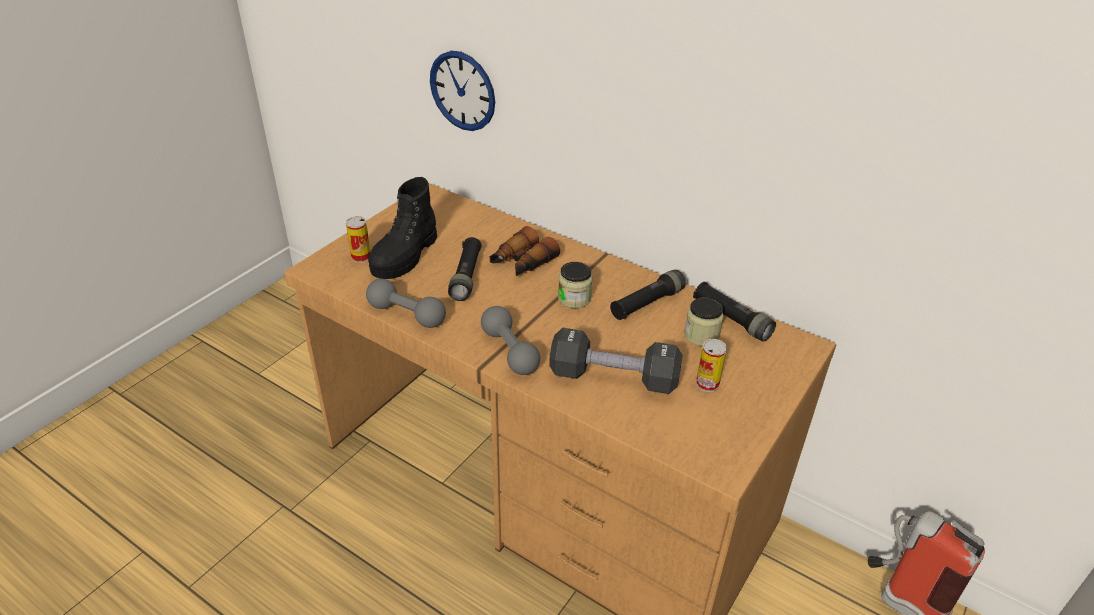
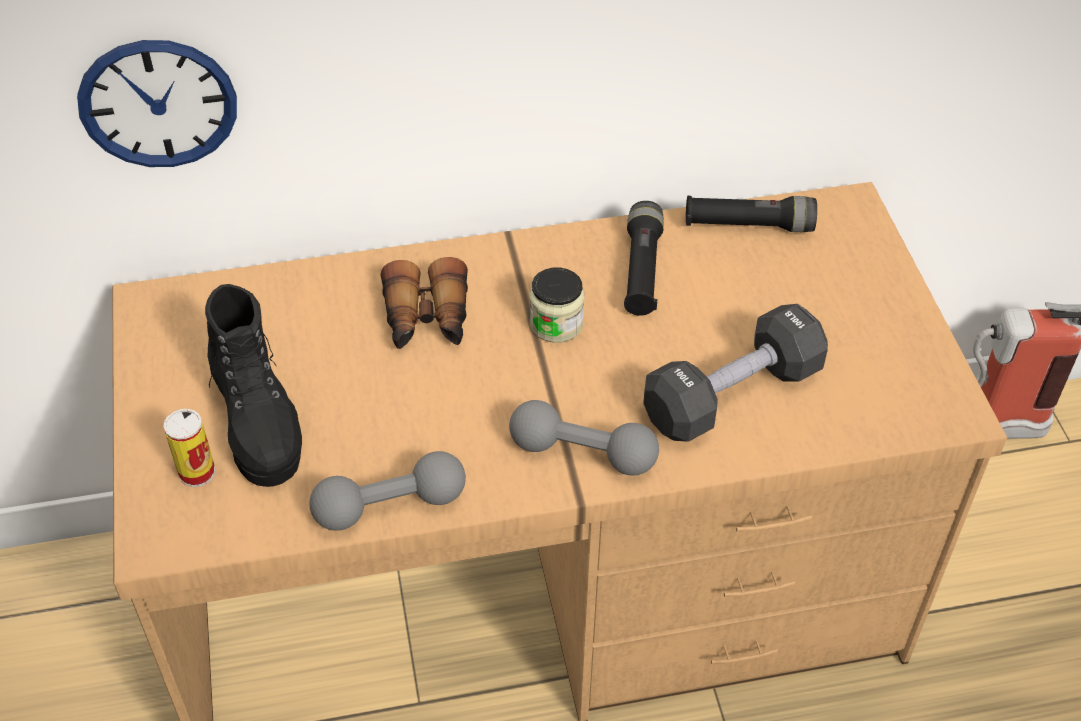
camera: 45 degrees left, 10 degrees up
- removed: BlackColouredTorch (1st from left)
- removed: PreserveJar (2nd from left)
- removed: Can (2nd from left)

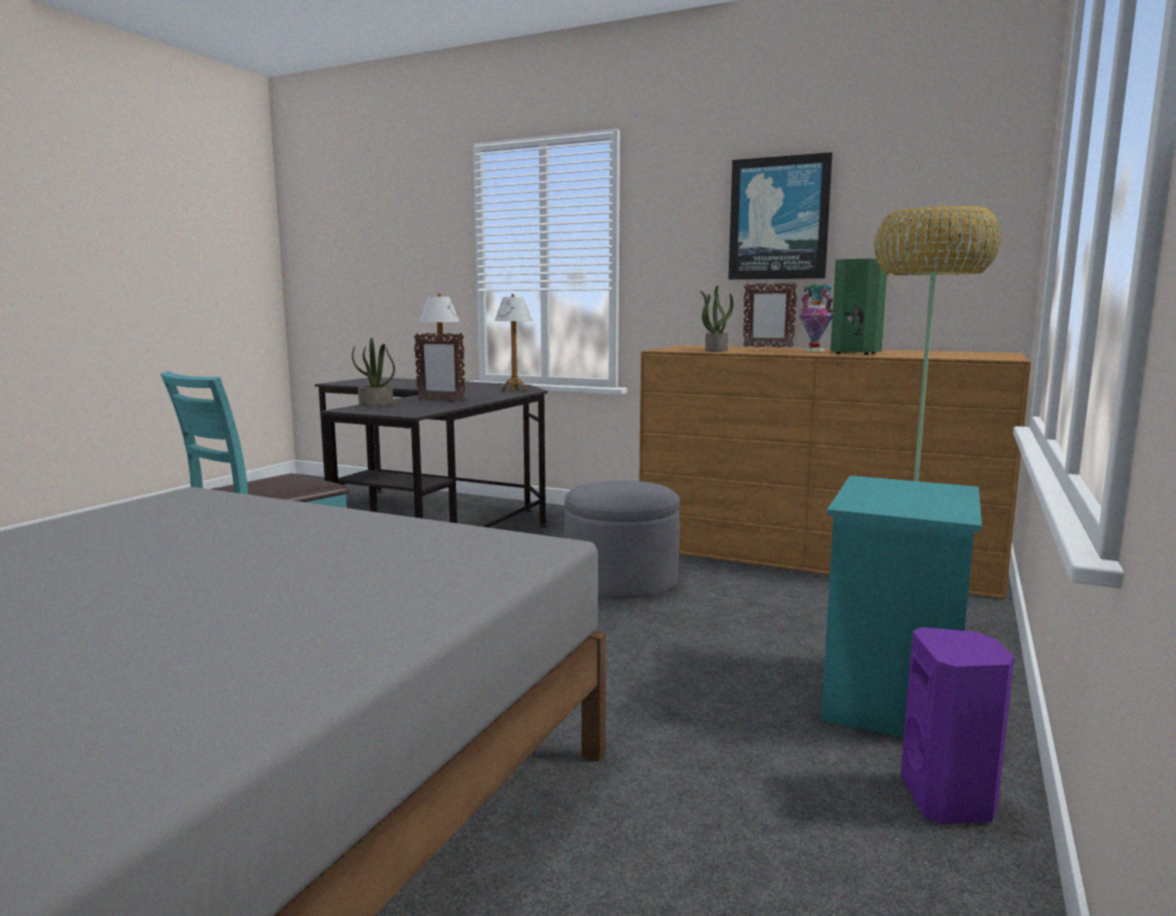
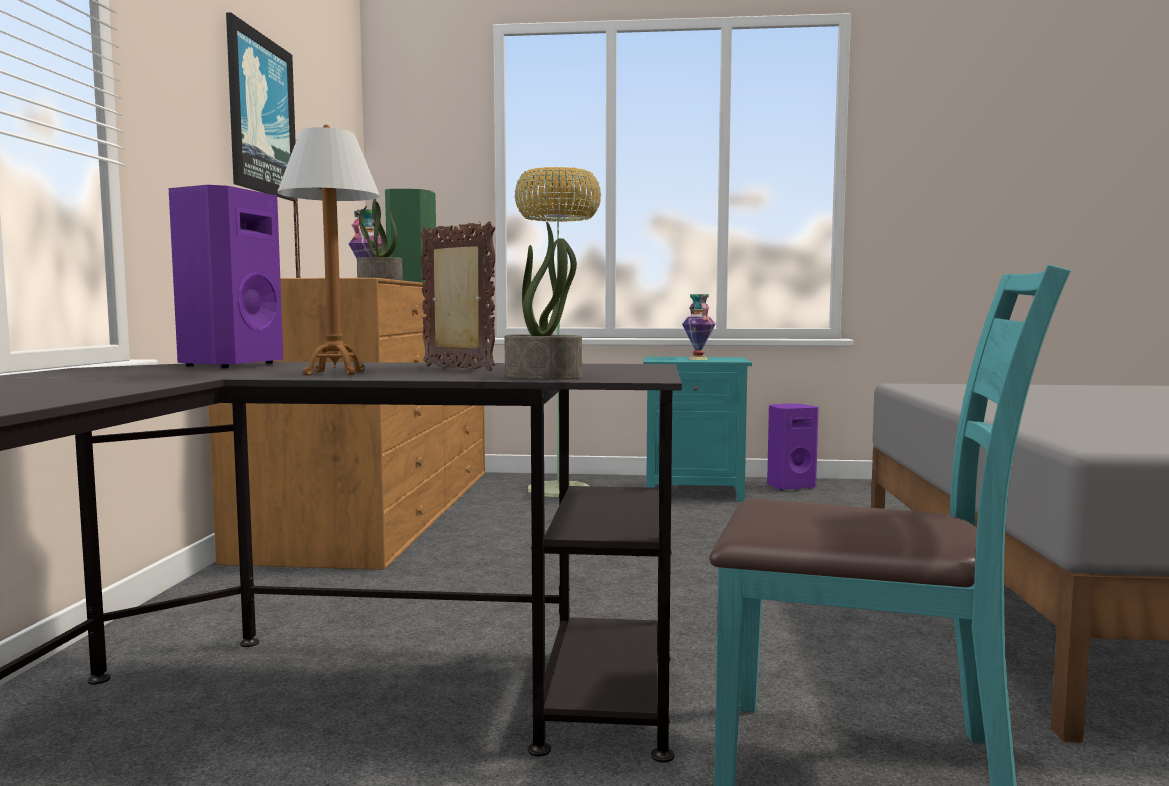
camera: 110 degrees left, 5 degrees down
- removed: GreyishOttoman
- added: Vase (2nd from left)
- replaced: LampForATable (2nd from left) to PurpleLoudspeaker (1st from left)
- turned: PhotoFrame (1st from left in the first image) 45 degrees counterclockwise

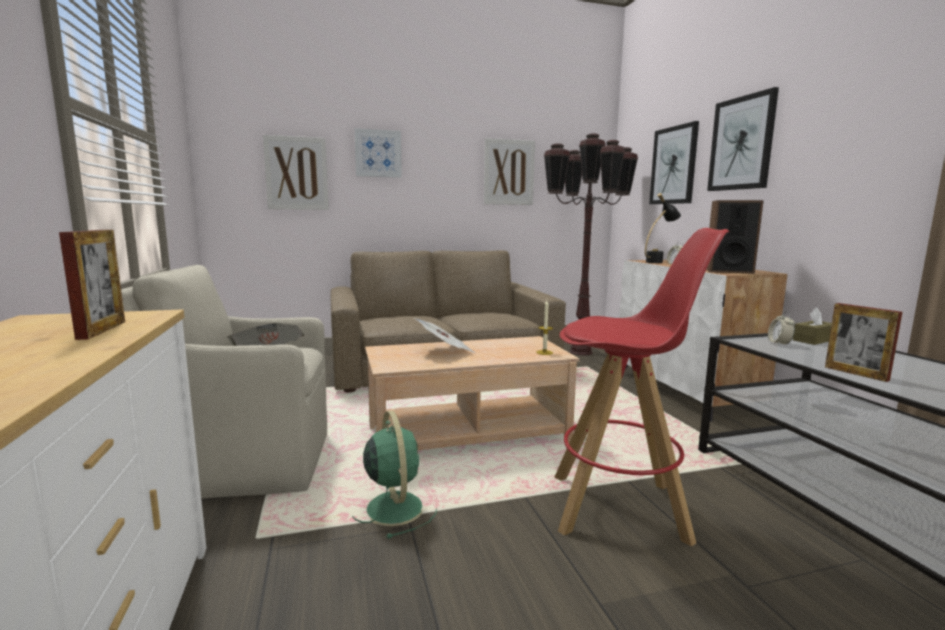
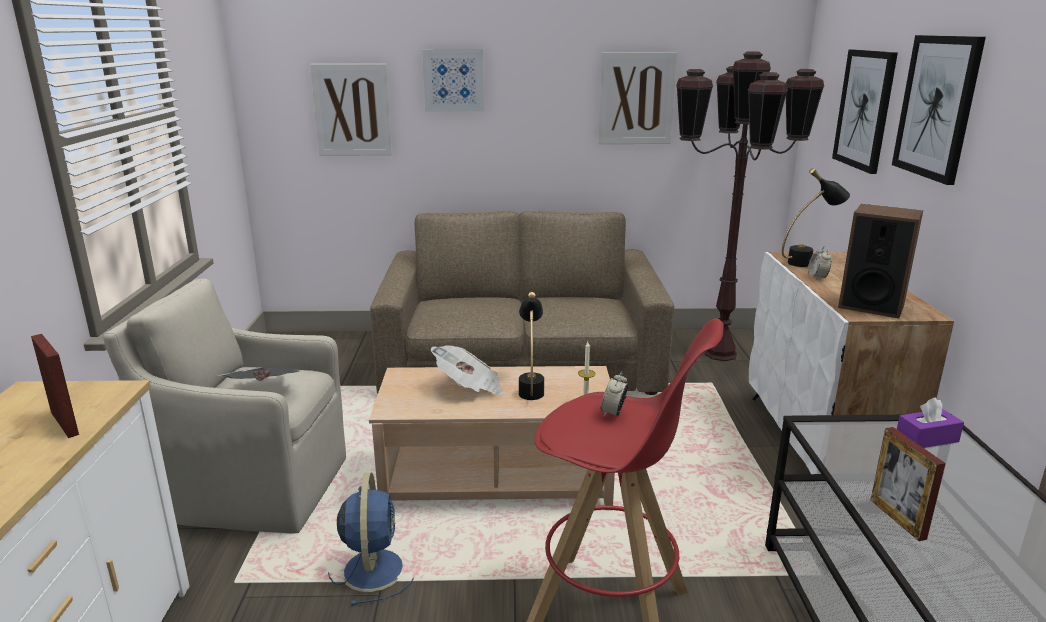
camera: 15 degrees right, 10 degrees up
- added: BlackColouredLampForATable (1st from left)
- moved: TableClock (2nd from left in the first image) to TableClock (1st from left)
- recoloured: GreenishFan to BlueFan
- recoloured: BrownColouredBoxOfTissues to PurpleBoxOfTissues
- turned: PhotoFrame (1st from left) 45 degrees counterclockwise

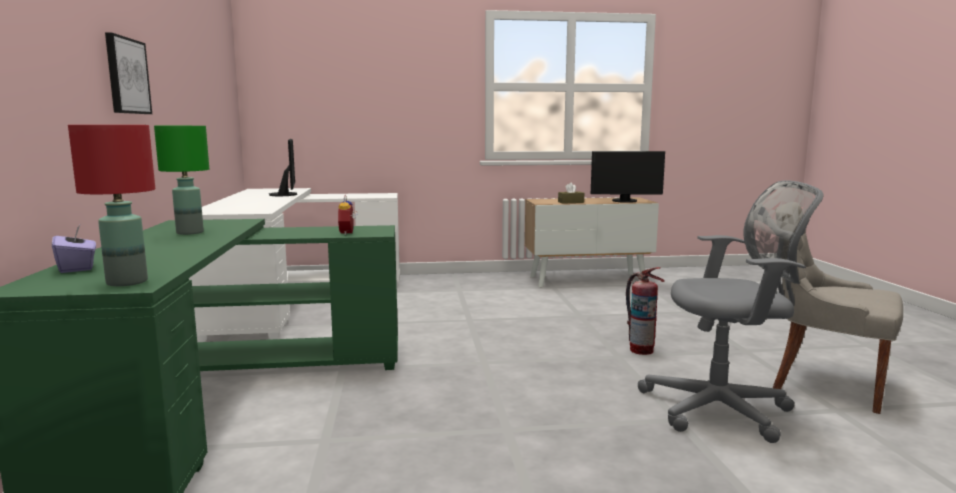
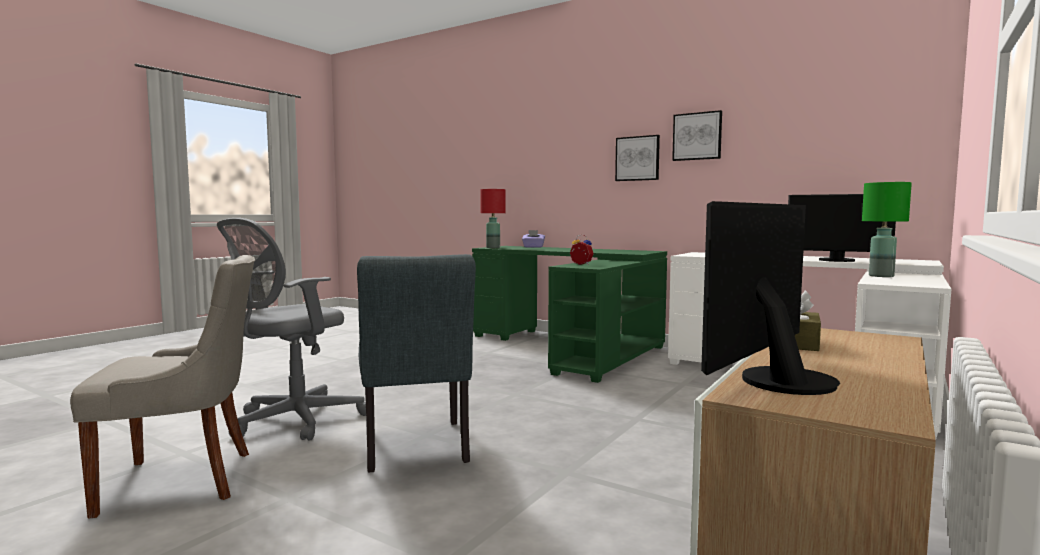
camera: 130 degrees right, 5 degrees down
- added: Picture (2nd from left)
- moved: GreenishLampForATable
- replaced: FireExtinguisher to GreyishUprightChair (2nd from left)

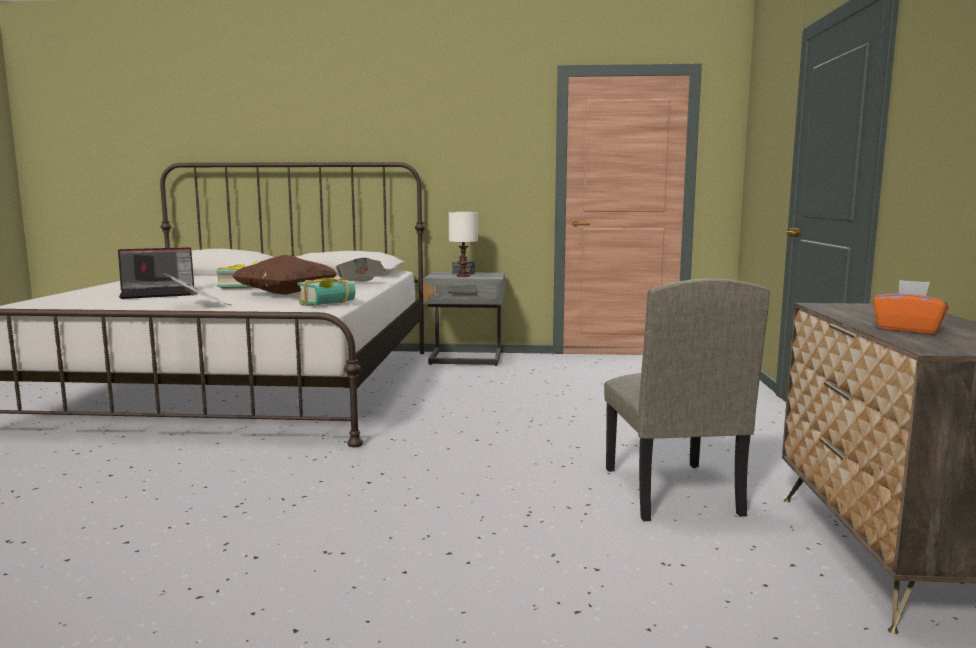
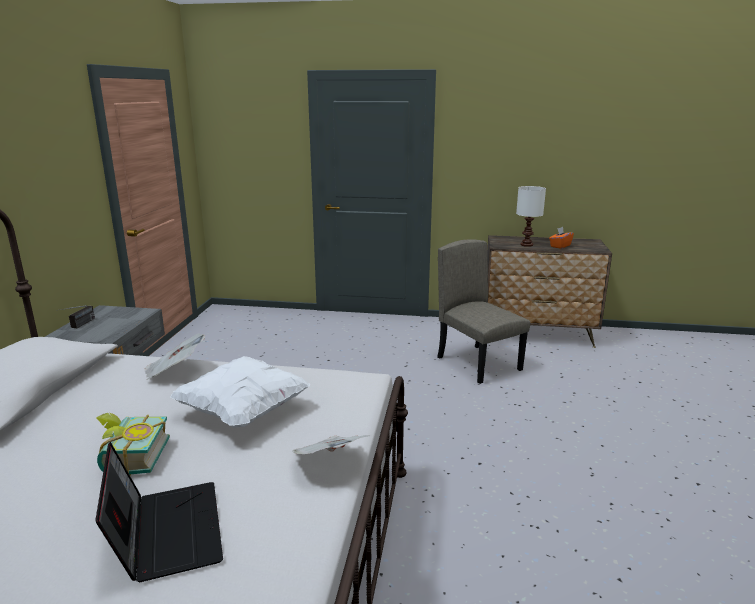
camera: 85 degrees left, 10 degrees up
- removed: Book (2nd from left)
- moved: WhiteColouredLampForATable
- recoloured: BrownColouredThrowPillow to WhiteColouredThrowPillow
- turned: BeigeColouredUprightChair 120 degrees counterclockwise

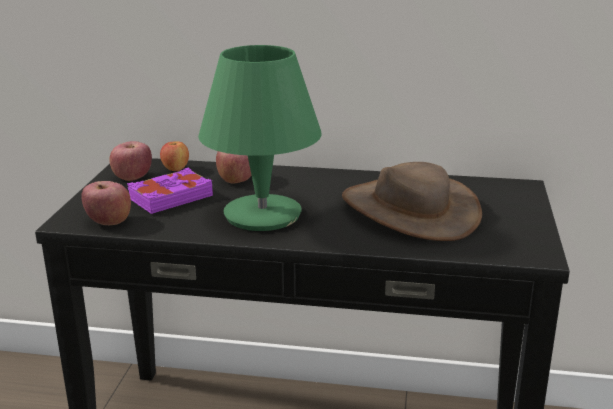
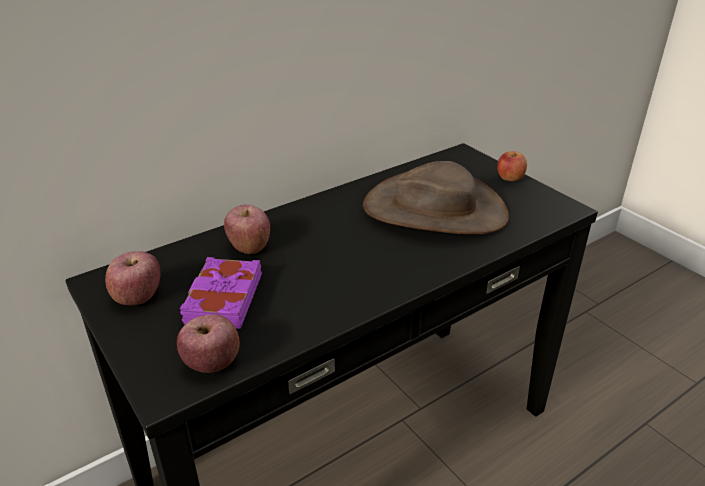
camera: 45 degrees left, 10 degrees up
- removed: GreenishLampForATable
- moved: WholeApple (3rd from left in the first image) to WholeApple (4th from left)

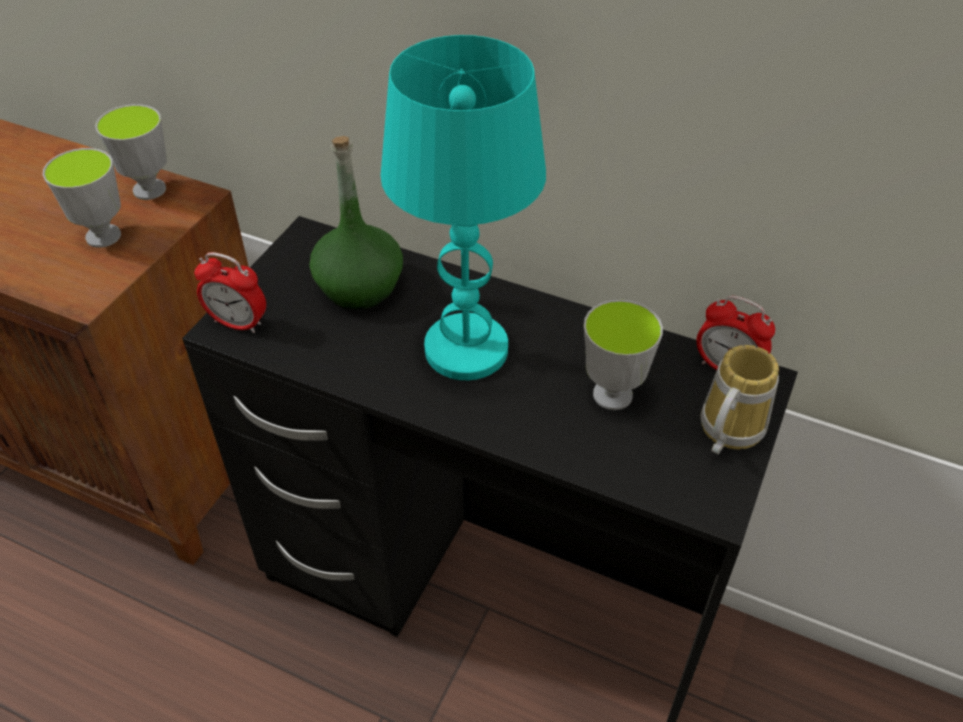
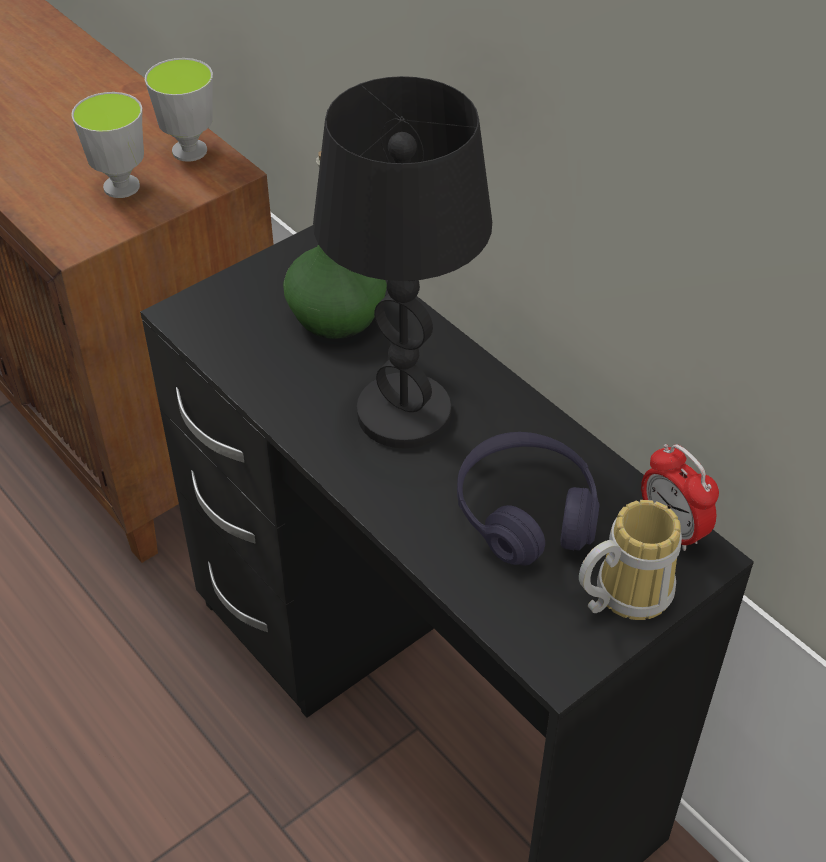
camera: 25 degrees right, 0 degrees up
- removed: TableClock (1st from left)
- replaced: DrinkingCup (3rd from left) to PurpleHeadset
- recoloured: TurquoiseColouredLampForATable to BlackColouredLampForATable

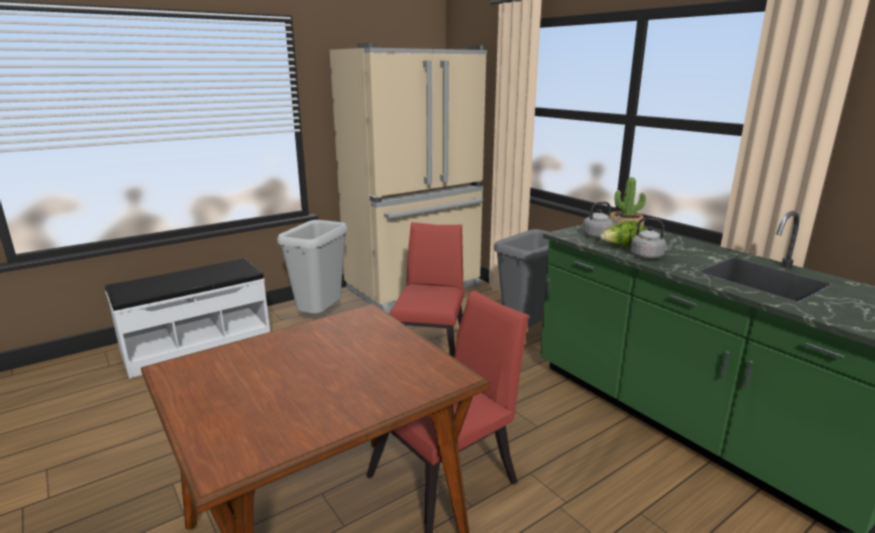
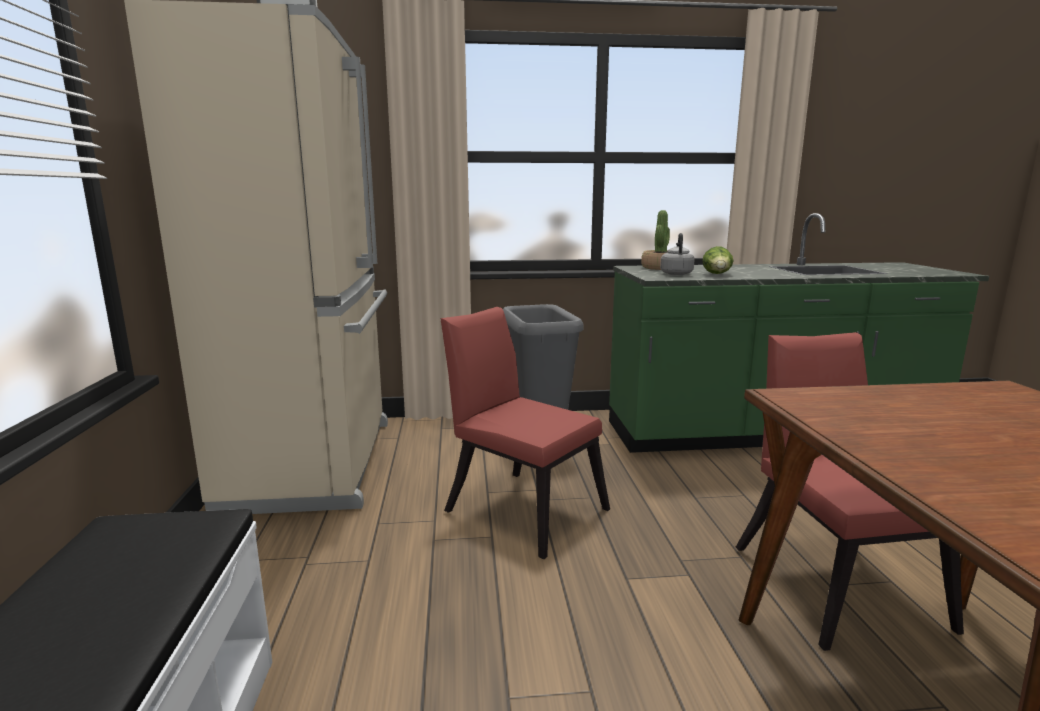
camera: 60 degrees left, 5 degrees down
- removed: GreyishWasteBin (1st from left)
- removed: GreyishWaterKettle (2nd from left)

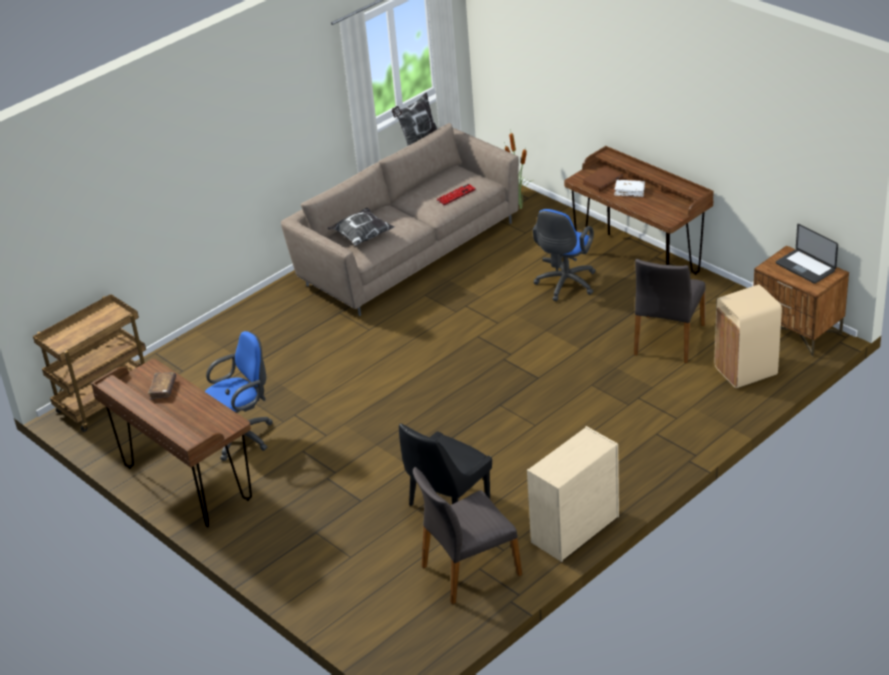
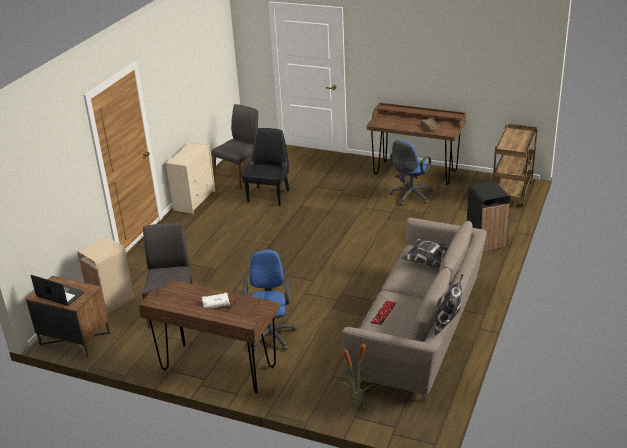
camera: 155 degrees right, 5 degrees down
- added: BlackColouredWasteBin

